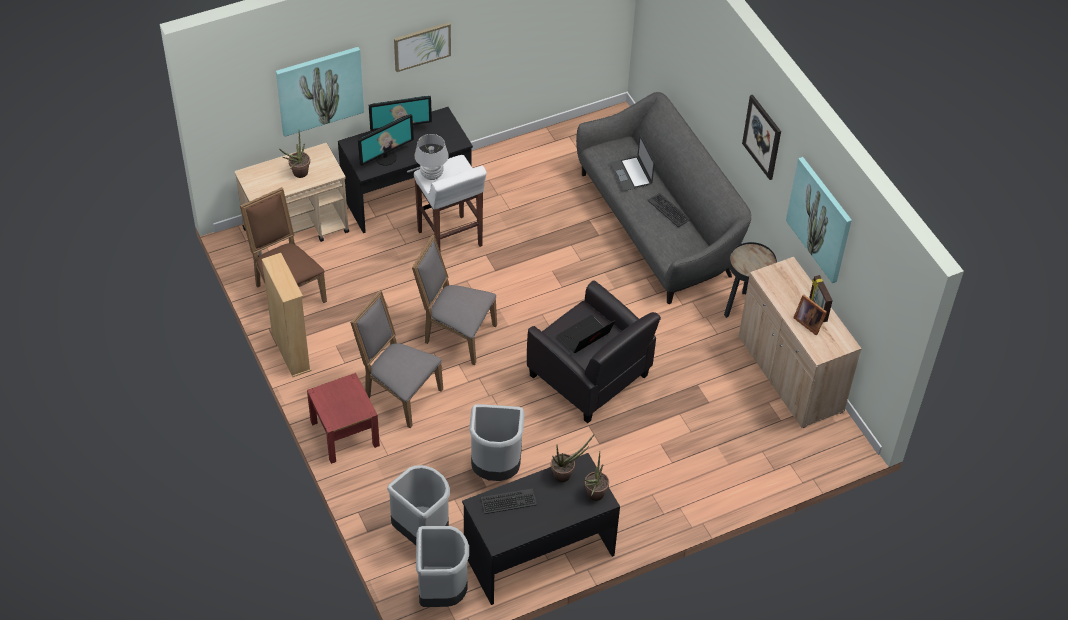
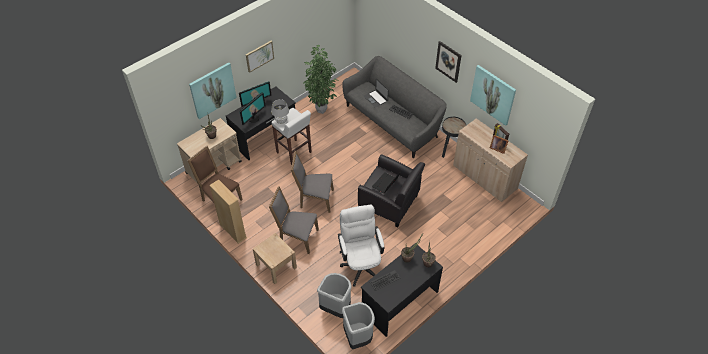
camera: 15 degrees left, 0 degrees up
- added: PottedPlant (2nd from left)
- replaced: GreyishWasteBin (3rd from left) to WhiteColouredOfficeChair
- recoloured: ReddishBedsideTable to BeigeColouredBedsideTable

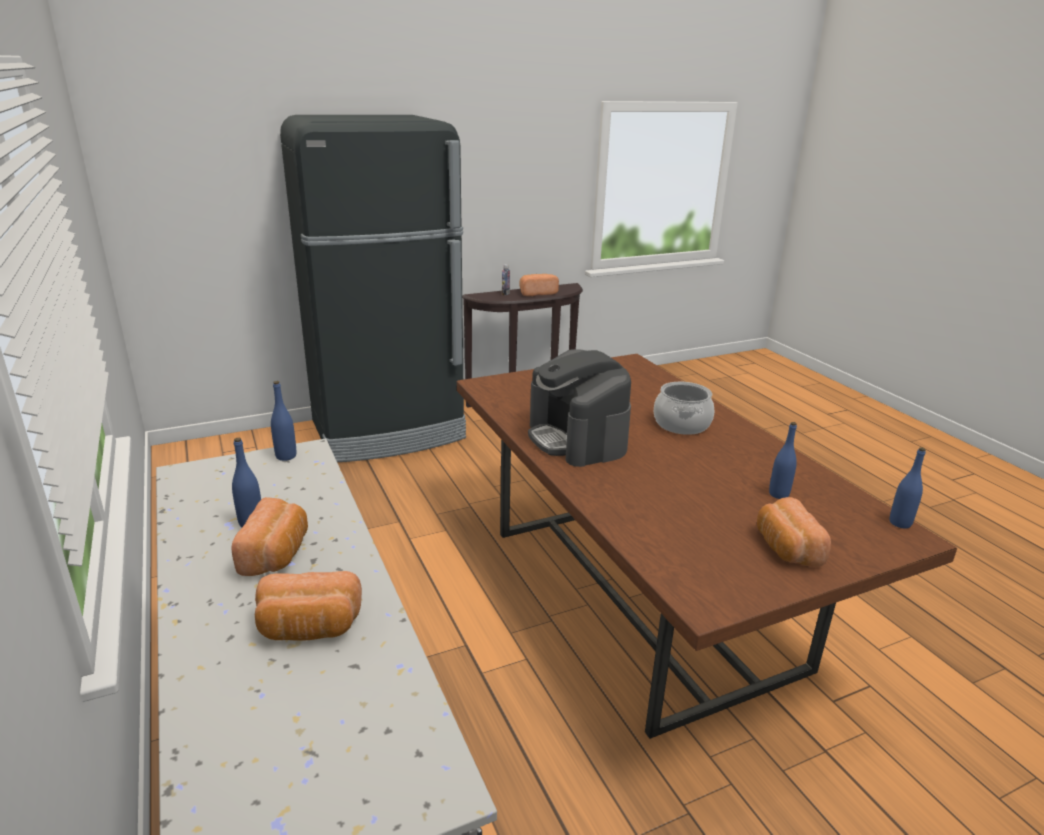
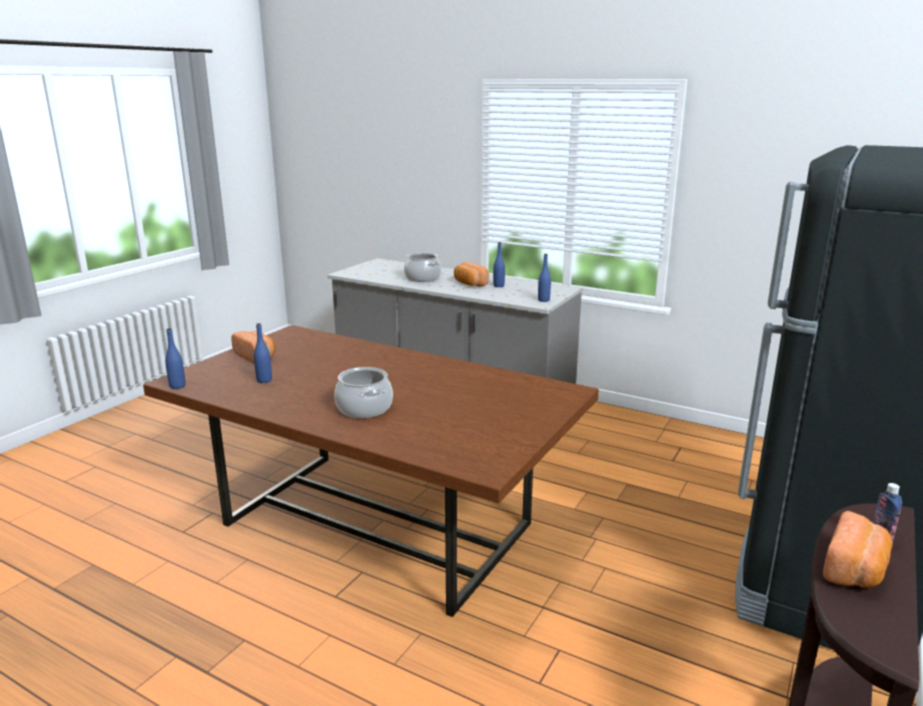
camera: 145 degrees right, 5 degrees down
- removed: CoffeeMaker
- replaced: Bread (2nd from left) to Stockpot (2nd from left)

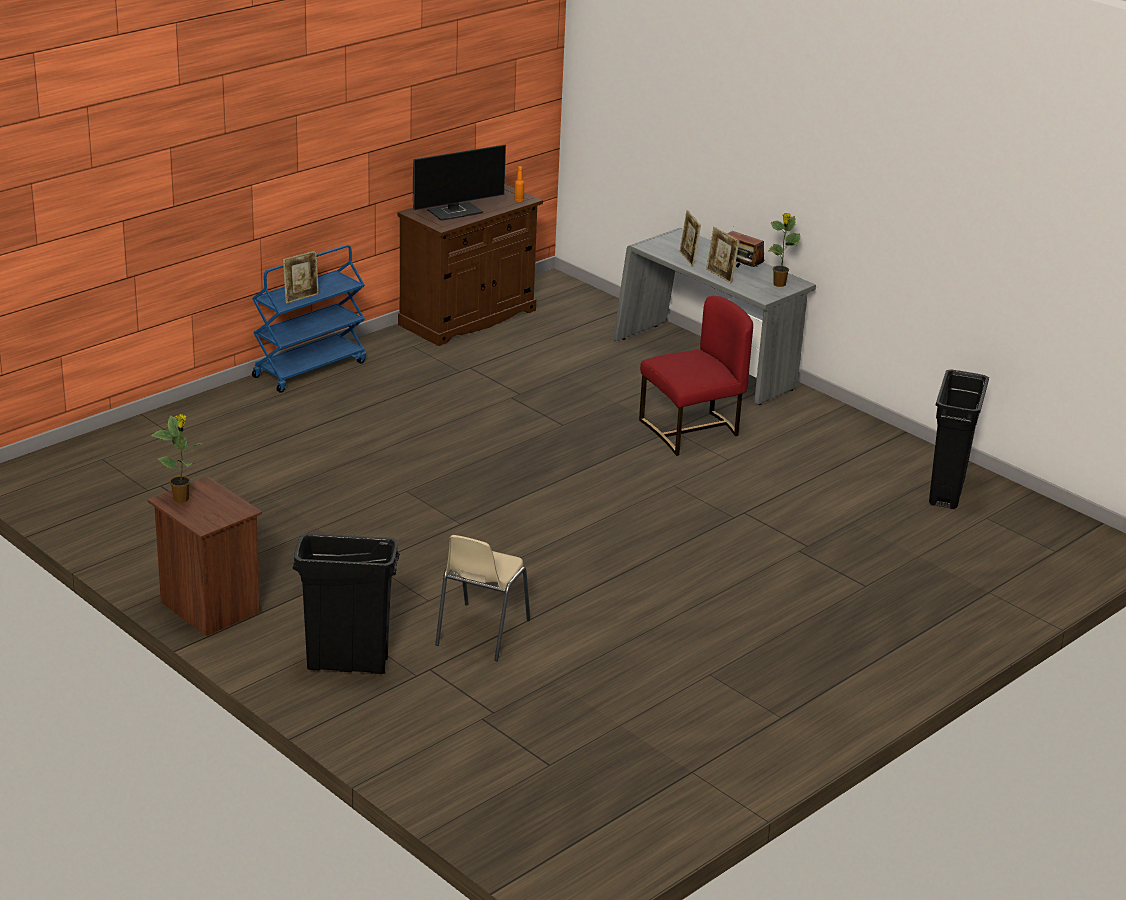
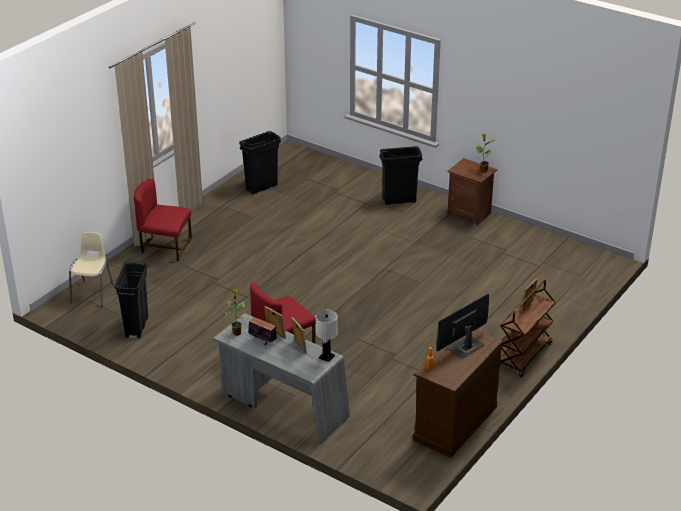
camera: 170 degrees right, 5 degrees up
- added: ReddishUprightChair (1st from left)
- added: BlackColouredWasteBin (2nd from left)
- added: WhiteColouredLampForATable
- moved: BeigeColouredUprightChair
- recoloured: BlueTrolley to BrownColouredTrolley

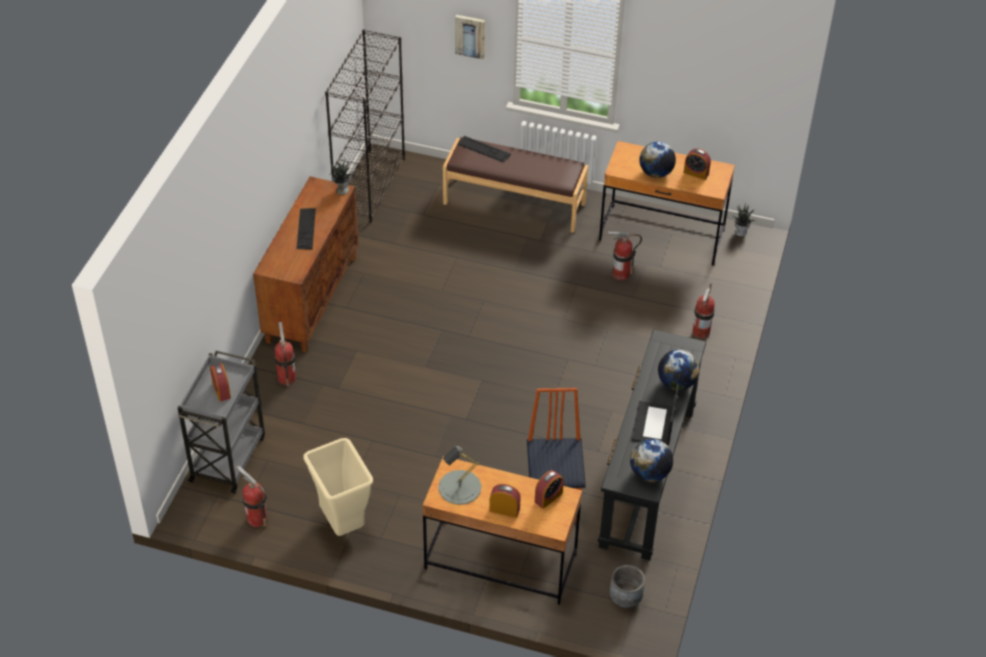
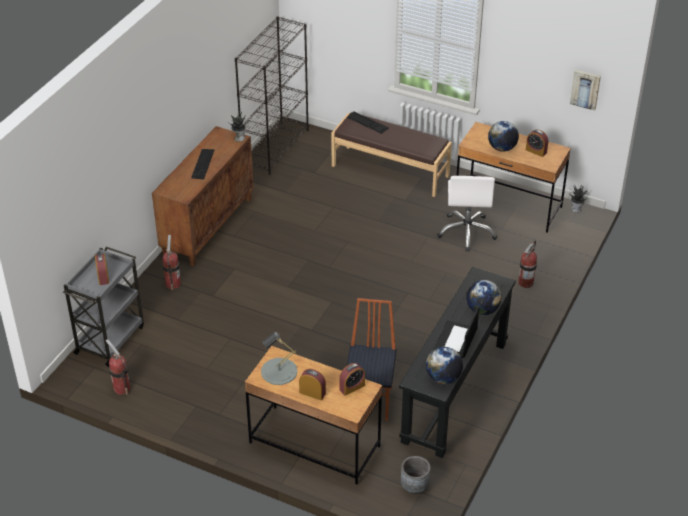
camera: 10 degrees right, 5 degrees down
- removed: BeigeColouredWasteBin
- moved: Picture
- replaced: FireExtinguisher (3rd from left) to WhiteColouredOfficeChair

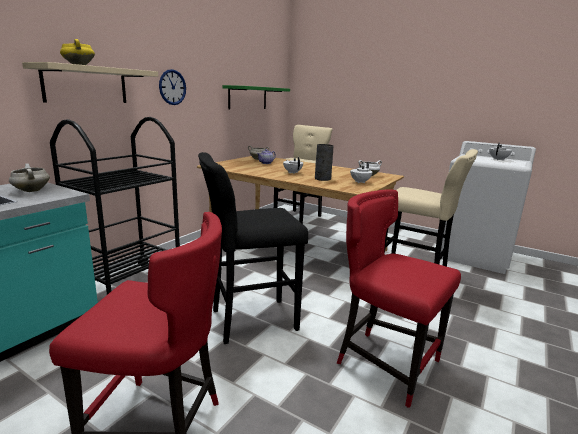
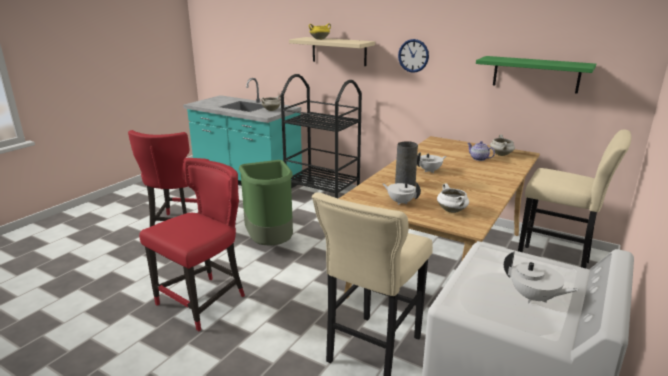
camera: 90 degrees right, 5 degrees up
- replaced: BlackColouredStool to GreenishWasteBin

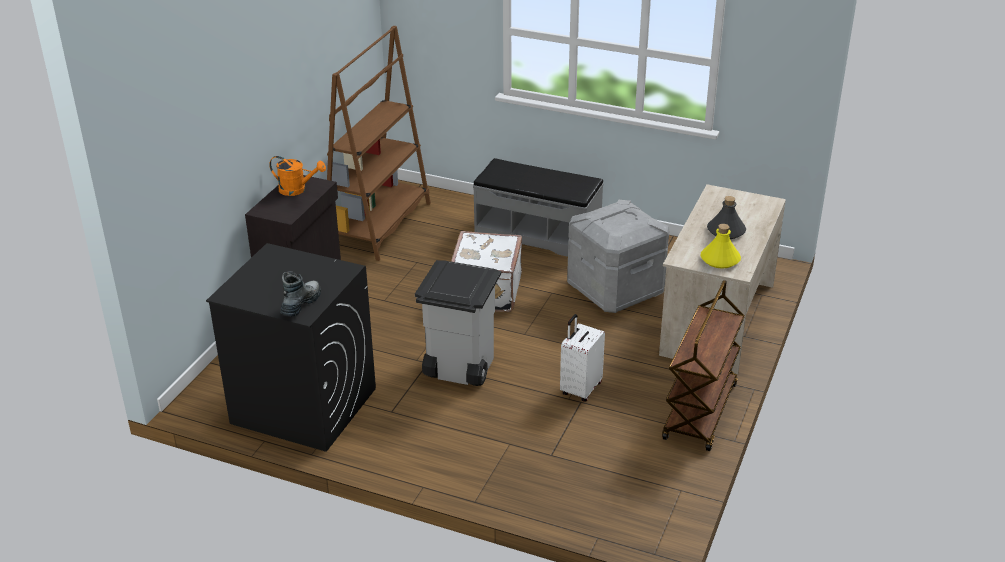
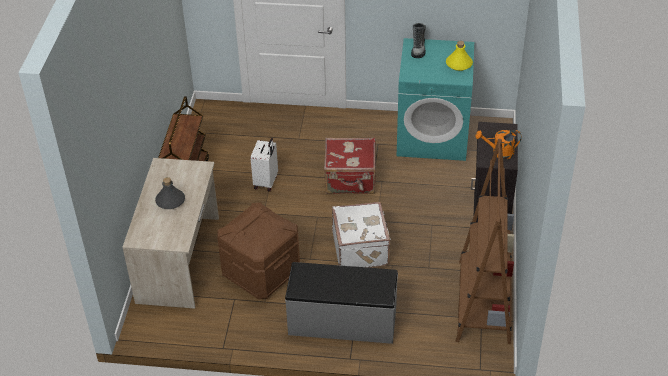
camera: 165 degrees right, 10 degrees up
- moved: YellowishDrinkBottle
- replaced: GreyishWasteBin to ReddishSuitcase
- recoloured: BlackColouredLaundryAppliance to TurquoiseColouredLaundryAppliance
- recoloured: GreyishStorageBin to BrownColouredStorageBin

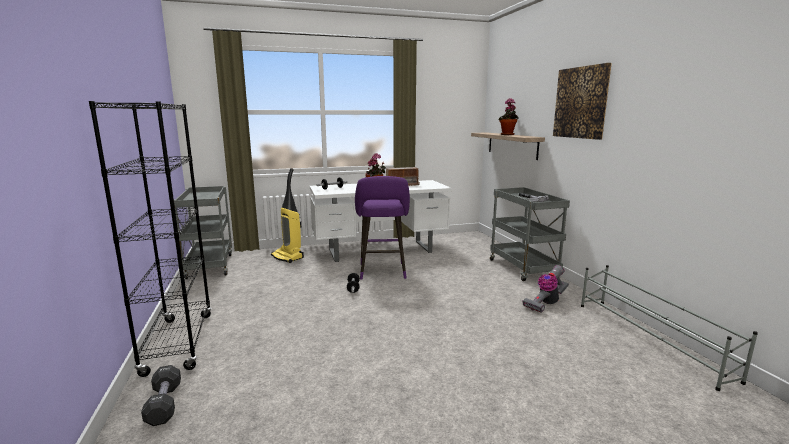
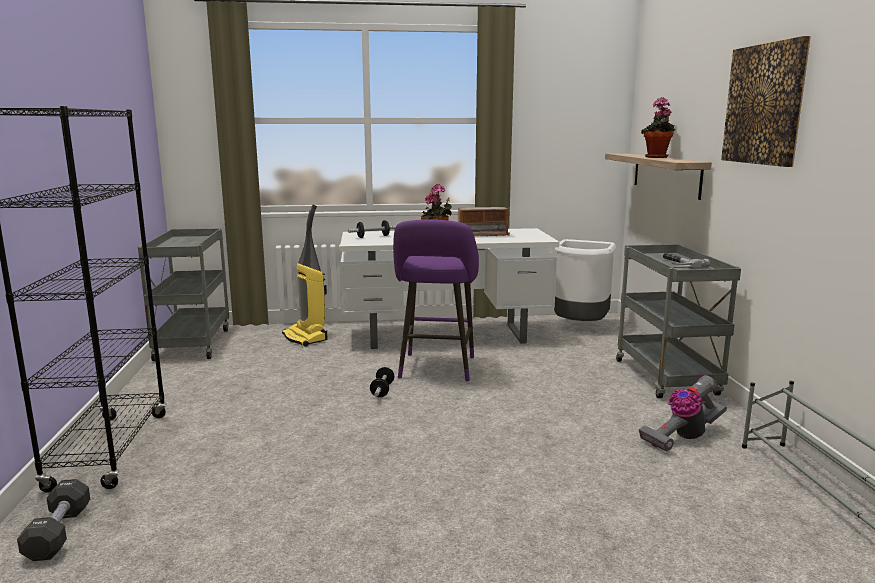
camera: 10 degrees right, 0 degrees up
- added: WhiteColouredWasteBin

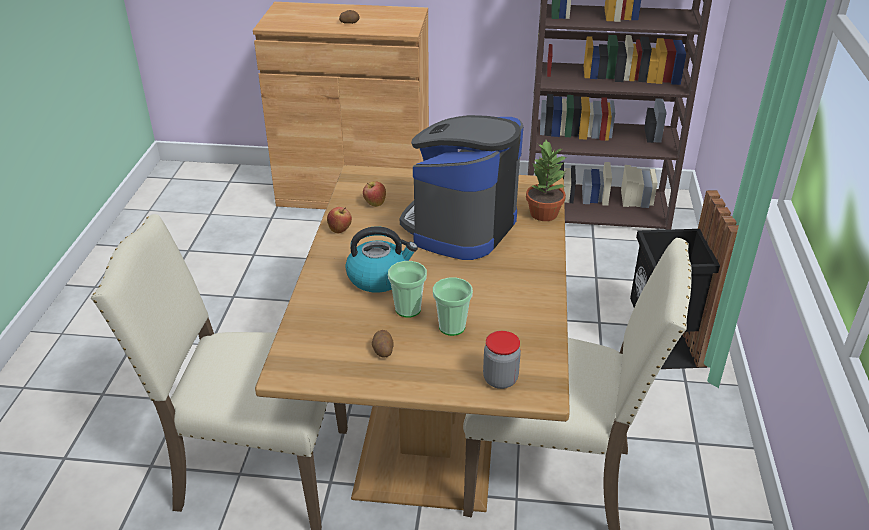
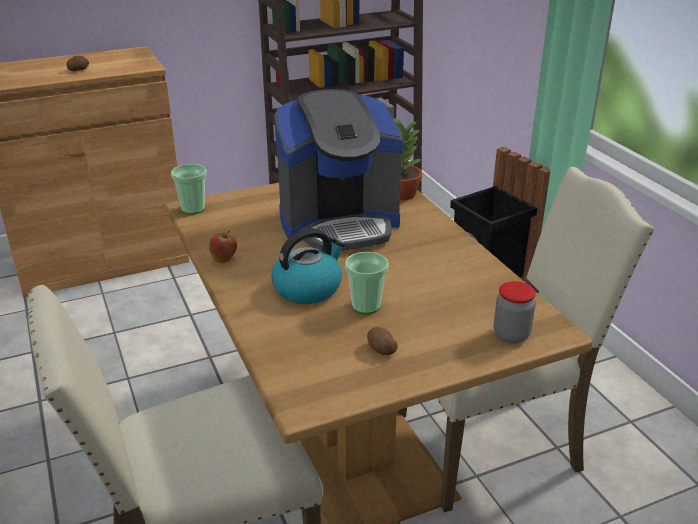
camera: 30 degrees left, 5 degrees down
- removed: WholeApple (2nd from left)
- moved: DrinkingCup (2nd from left in the first image) to DrinkingCup (1st from left)
- turned: CoffeeMaker 105 degrees counterclockwise

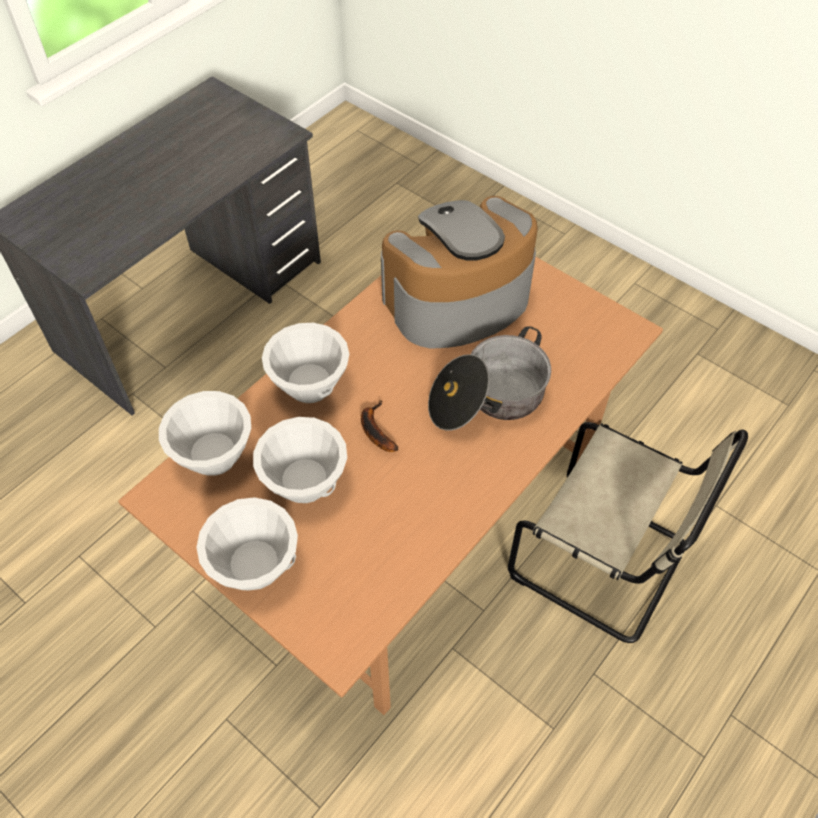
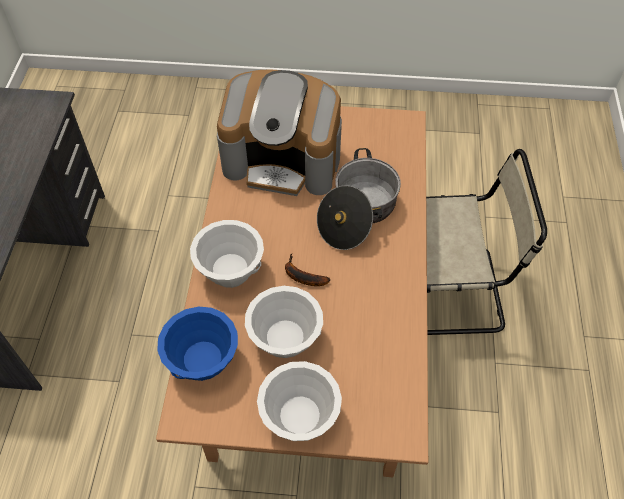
camera: 35 degrees left, 0 degrees up
- recoloured: WhiteColouredDeepDish (1st from left) to BlueDeepDish
- turned: CoffeeMaker 105 degrees counterclockwise

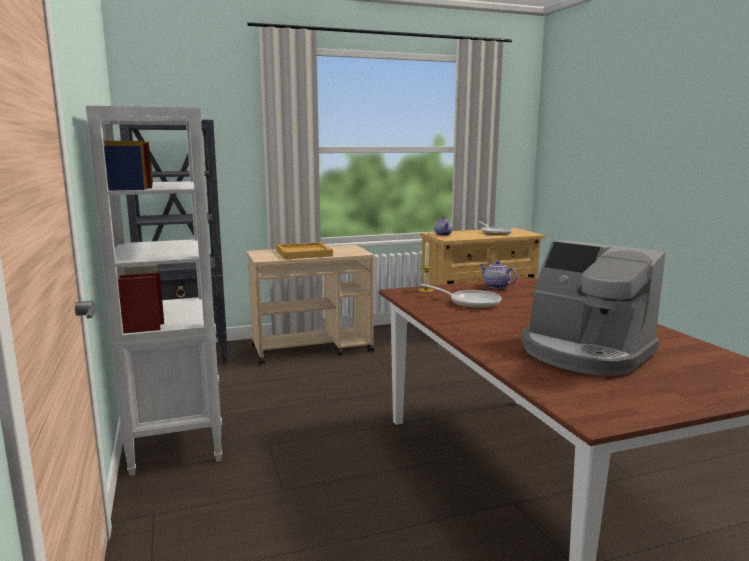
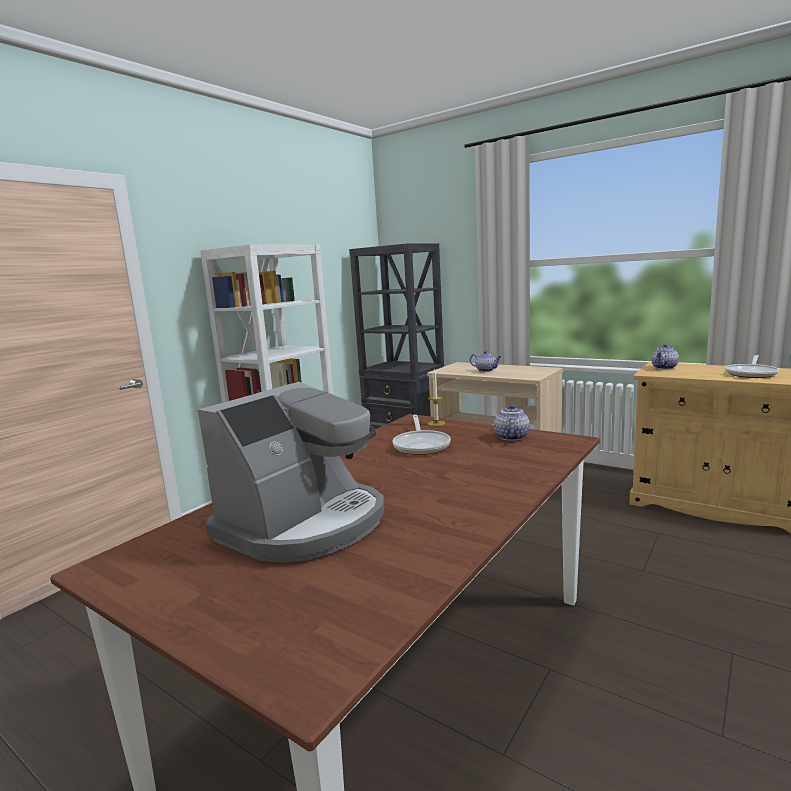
camera: 55 degrees right, 0 degrees up
- replaced: BeigeColouredServingTray to TeaPot (1st from left)
- turned: CoffeeMaker 150 degrees counterclockwise

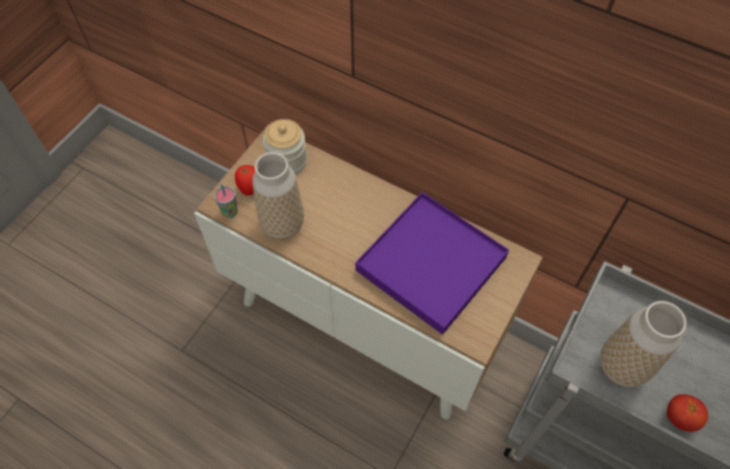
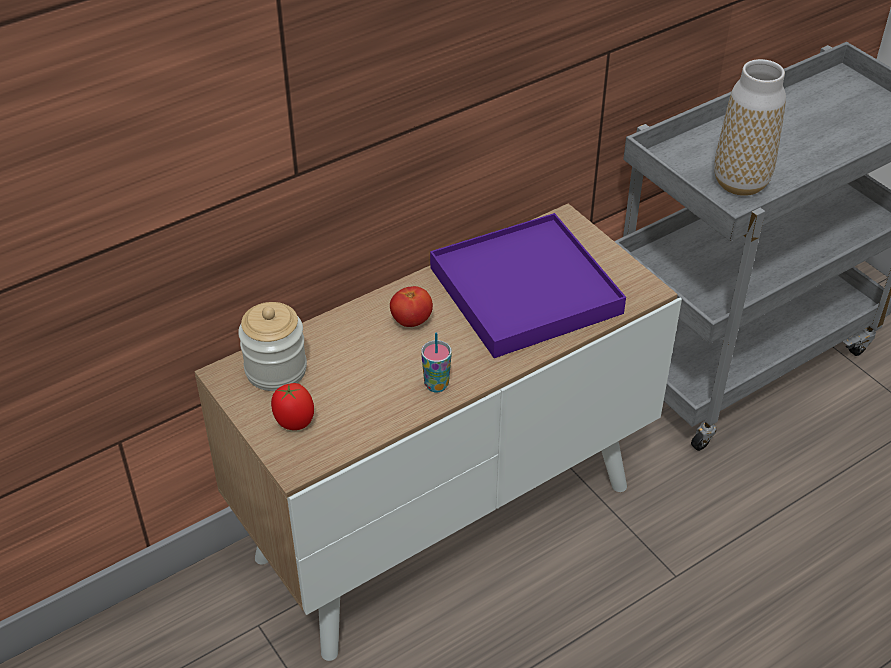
camera: 65 degrees left, 15 degrees down
- removed: Vase (1st from left)
- moved: DrinkingCup
- moved: Tomato (2nd from left)

